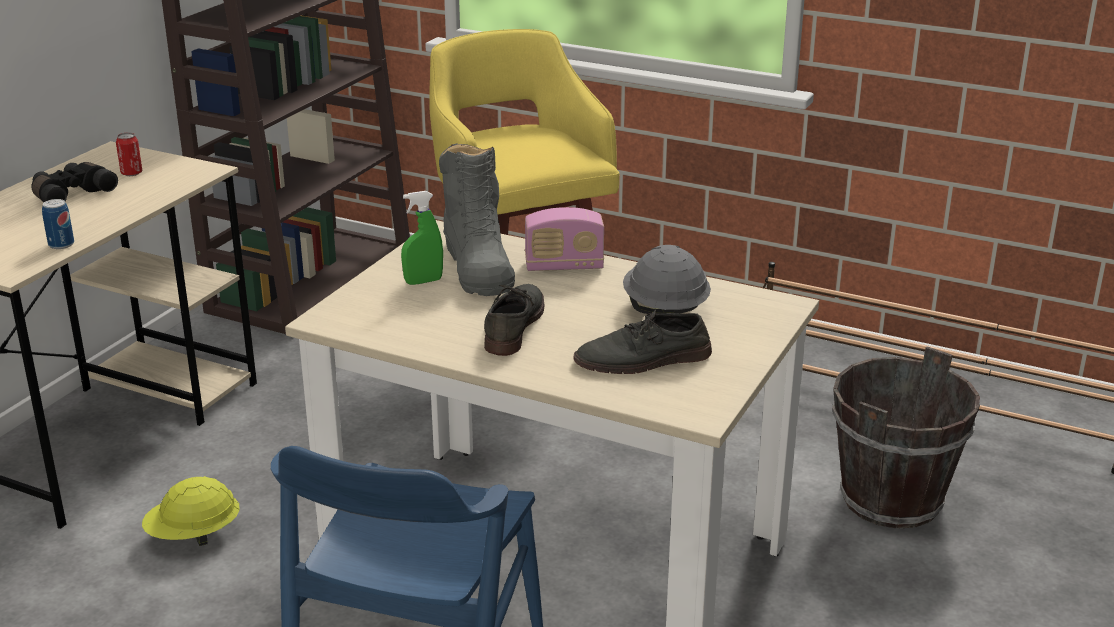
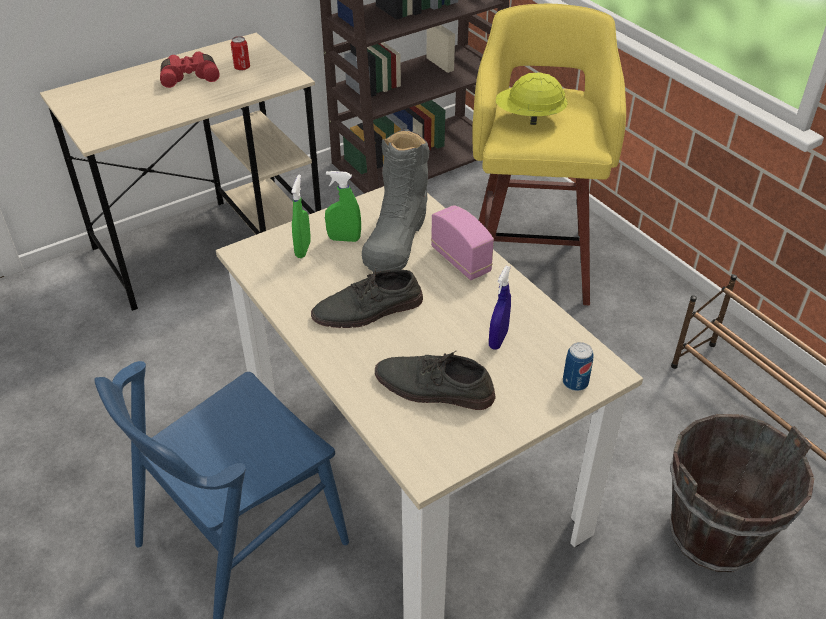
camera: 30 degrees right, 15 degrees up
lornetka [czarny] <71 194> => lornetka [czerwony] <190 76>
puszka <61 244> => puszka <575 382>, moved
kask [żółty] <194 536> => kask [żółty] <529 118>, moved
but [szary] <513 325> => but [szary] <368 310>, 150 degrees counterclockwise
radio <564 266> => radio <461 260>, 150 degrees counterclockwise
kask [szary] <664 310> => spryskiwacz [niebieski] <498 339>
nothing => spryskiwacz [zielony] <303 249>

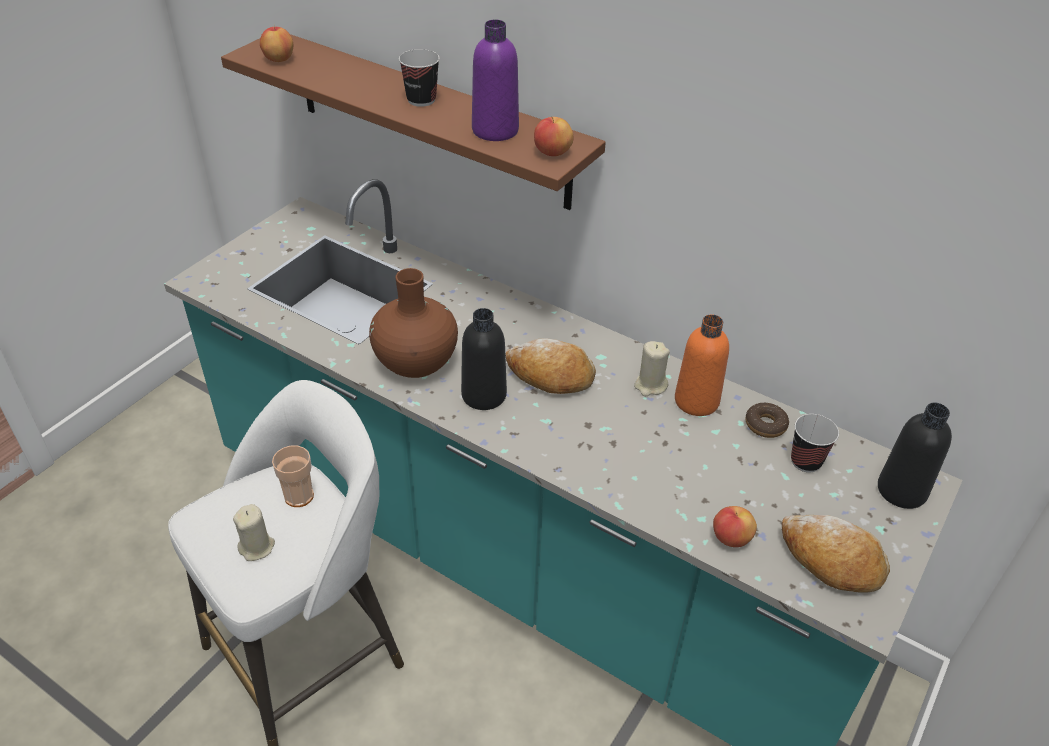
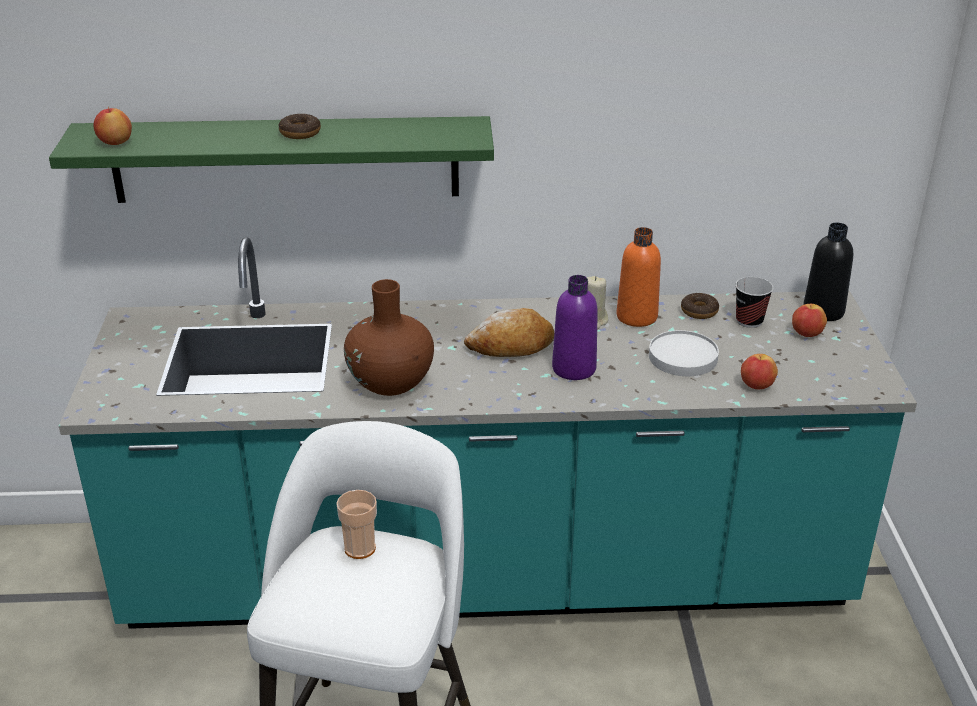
camera: 35 degrees left, 10 degrees down
półka [brązowy] <429 119> => półka [zielony] <285 159>
świeca [beżowy] <257 547> => nothing
filiżanka <421 100> => donut <300 133>
butelka [czarny] <484 395> => nothing
butelka [fioletowy] <495 130> => butelka [fioletowy] <574 368>, moved
jabłko <552 153> => jabłko <806 334>, moved
chleb <831 560> => nothing
nothing => talerz [biały] <682 357>

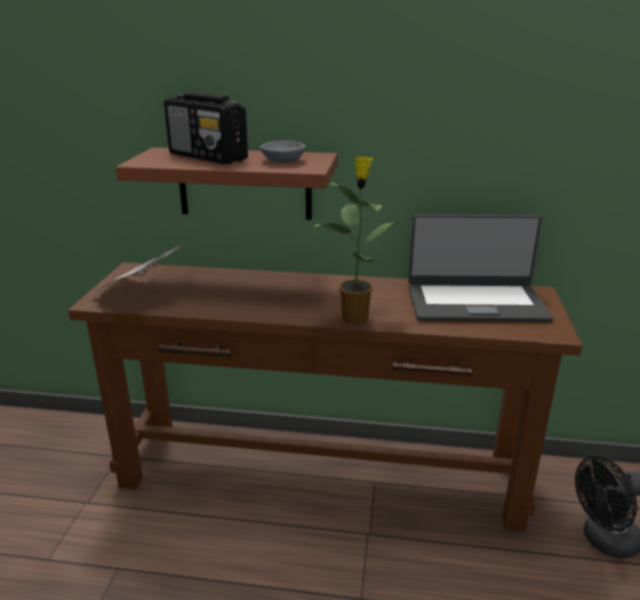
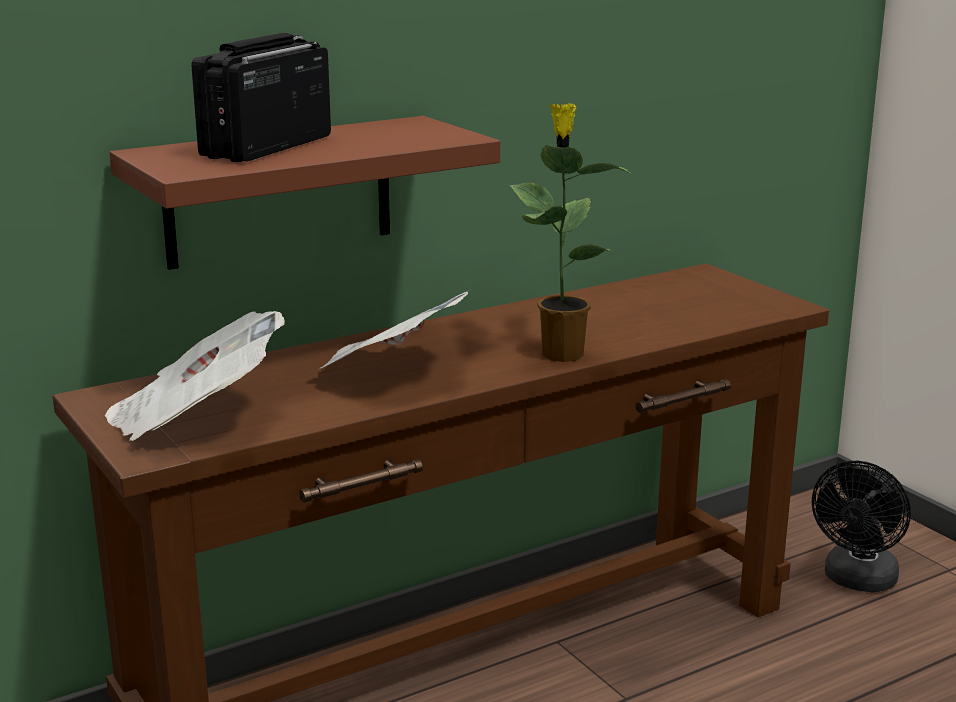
camera: 40 degrees left, 5 degrees down
radio <208 157> => radio <266 147>, 120 degrees clockwise
miska [szary] <281 160> => nothing
laptop <475 302> => nothing
nothing => gazeta <390 373>

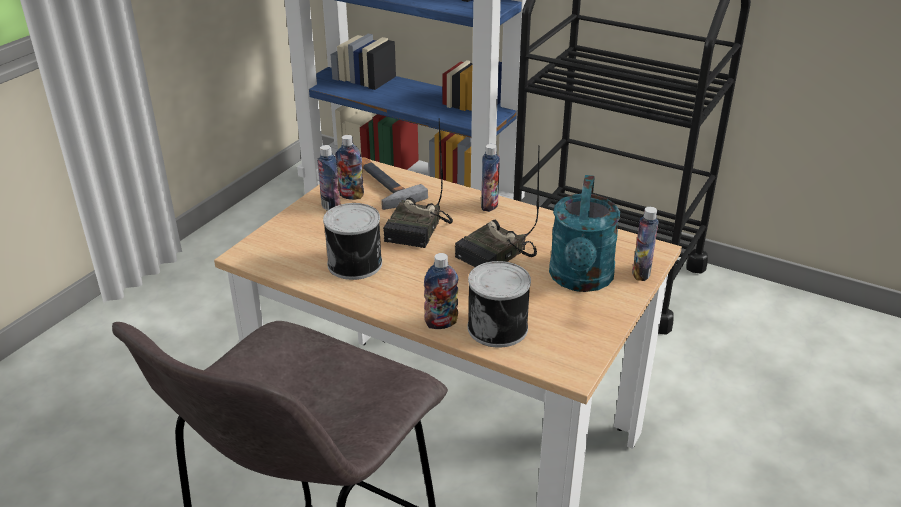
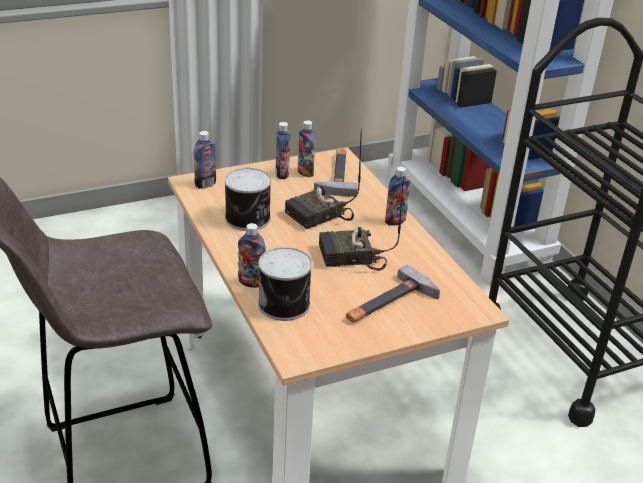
camera: 35 degrees right, 0 degrees up
konewka [turkusowy] <580 280> => młotek <389 303>
butelka <641 273> => butelka <205 184>, moved

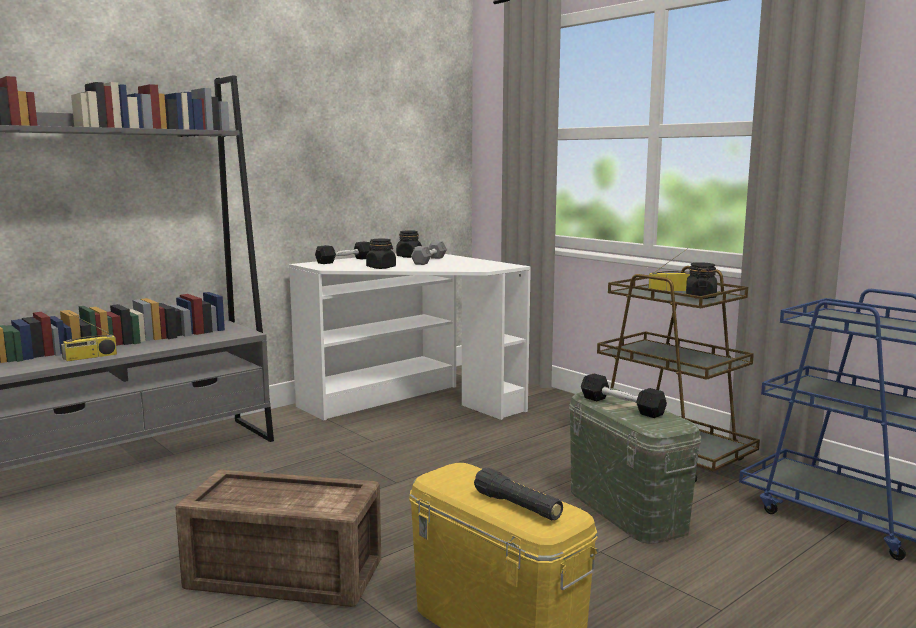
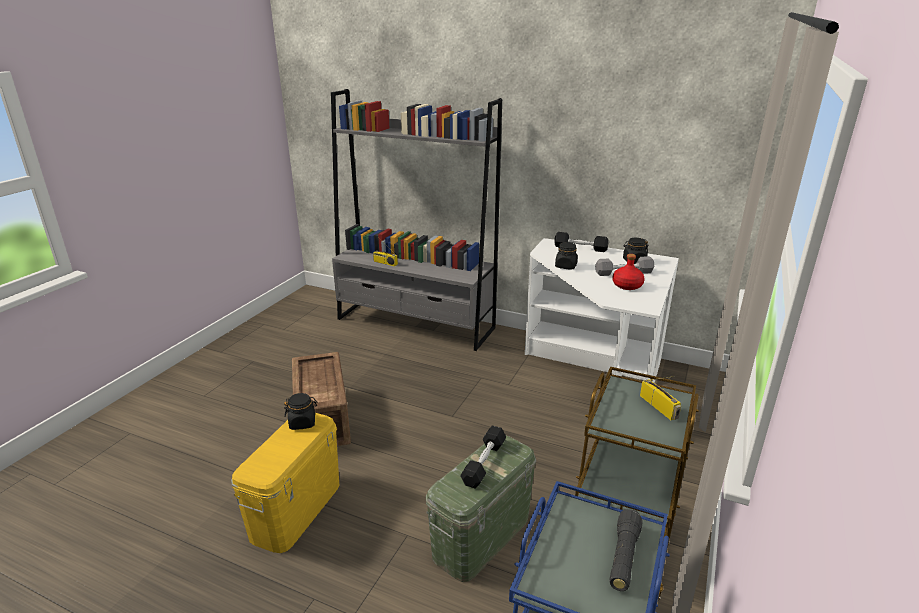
camera: 65 degrees right, 15 degrees up
latarka [czarny] <517 507> => latarka [czarny] <623 557>, moved
słoik [czarny] <700 297> => słoik [czarny] <302 422>, moved
nothing => butelka [czerwony] <627 286>

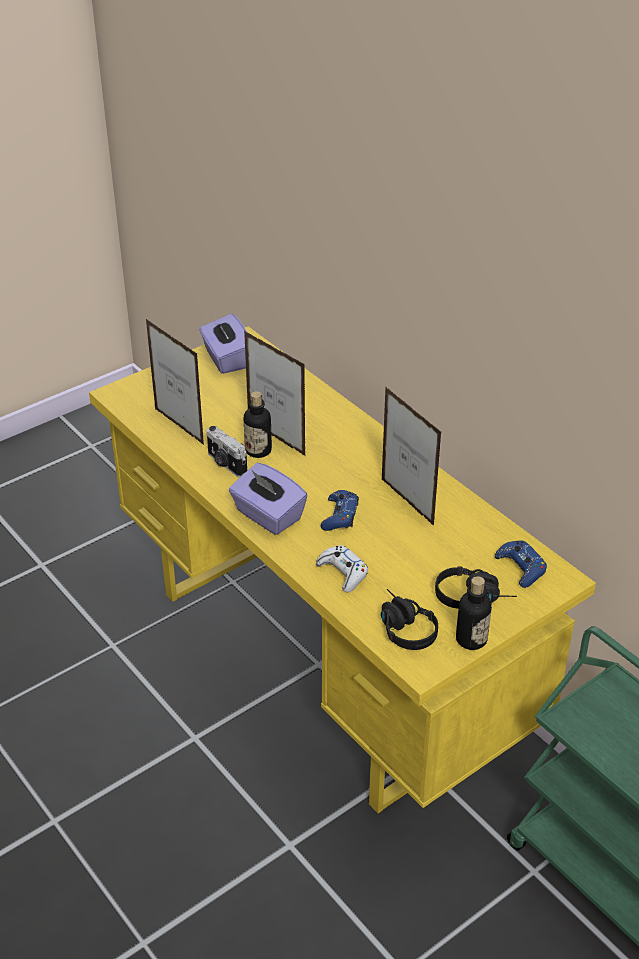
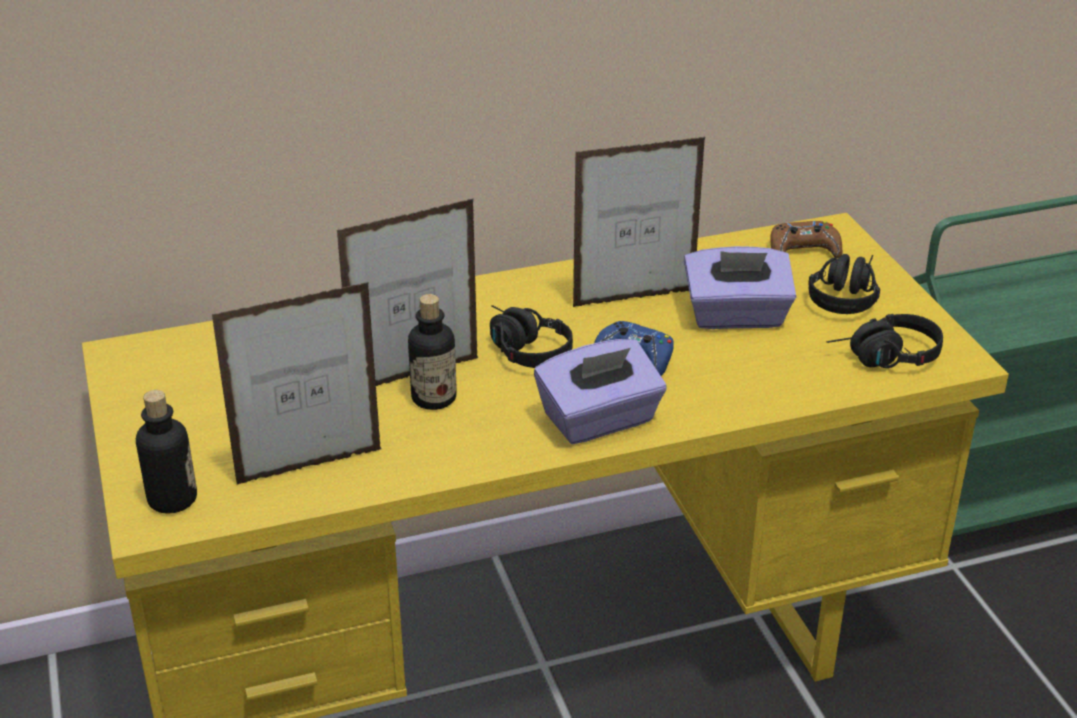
camera: 70 degrees left, 5 degrees down
pudełko chusteczek [fioletowy] <226 359> => pudełko chusteczek [fioletowy] <736 316>, moved
aparat fotograficzny <226 464> => nothing
pad do gier [biały] <343 573> => nothing
butelka <471 639> => butelka <172 499>, moved
pad do gier [niebieski] <521 568> => pad do gier [brązowy] <803 250>
nothing => słuchawki [czarny] <521 349>

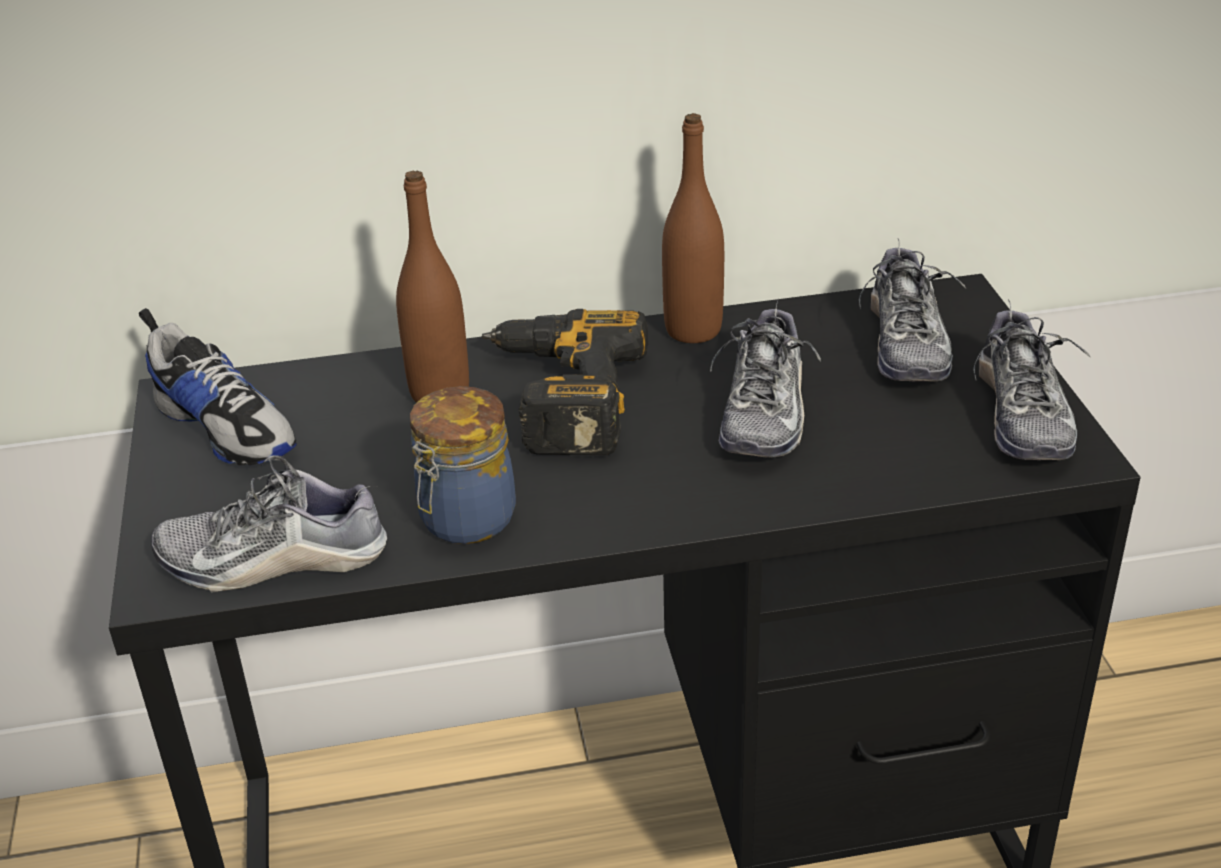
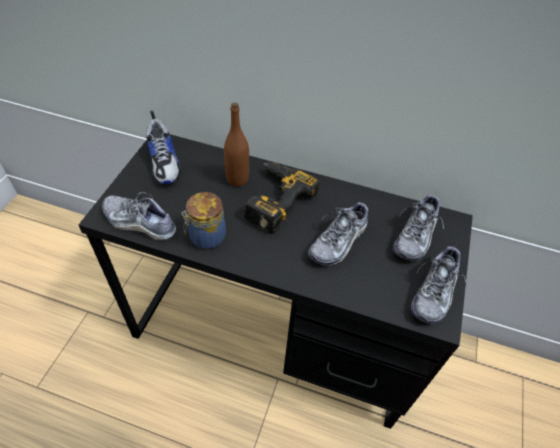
camera: 25 degrees right, 15 degrees up
butelka [brązowy] <693 330> => nothing

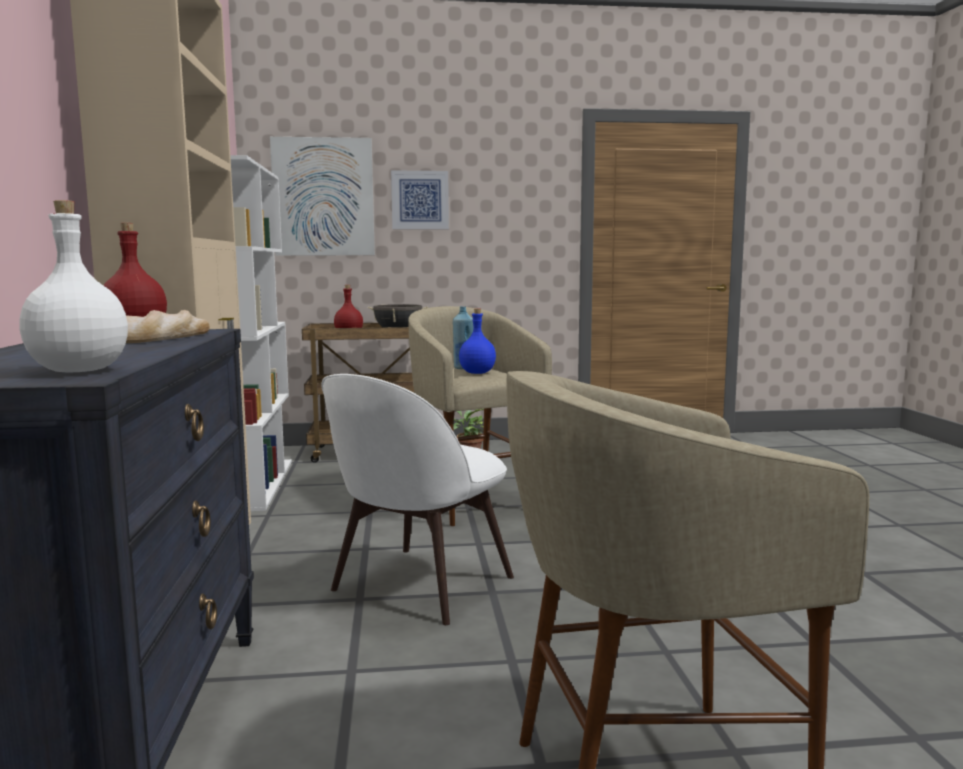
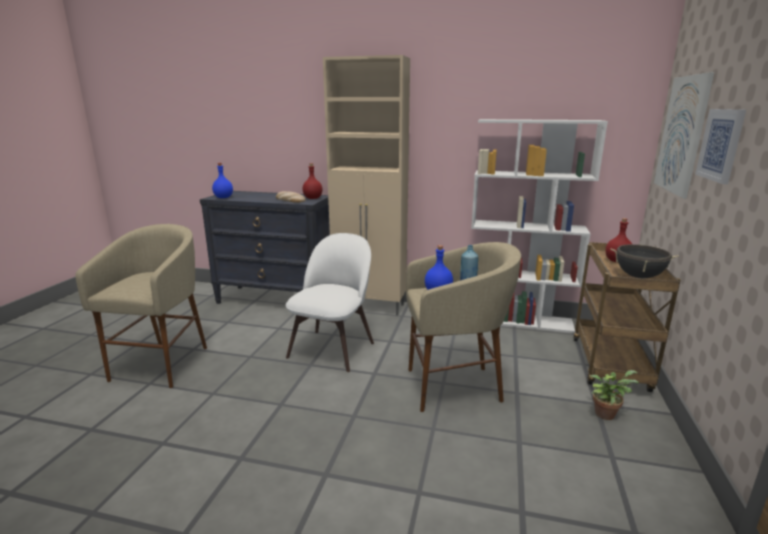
camera: 110 degrees right, 10 degrees up
butelka [biały] <78 371> => butelka [niebieski] <223 197>
krzesło [biały] <418 586> => krzesło [biały] <333 348>, 60 degrees clockwise

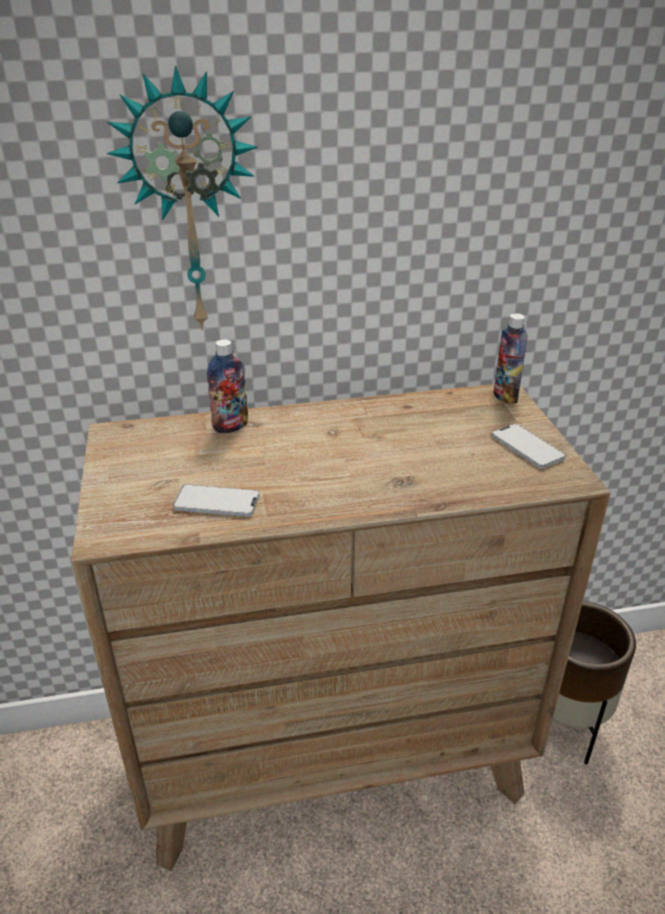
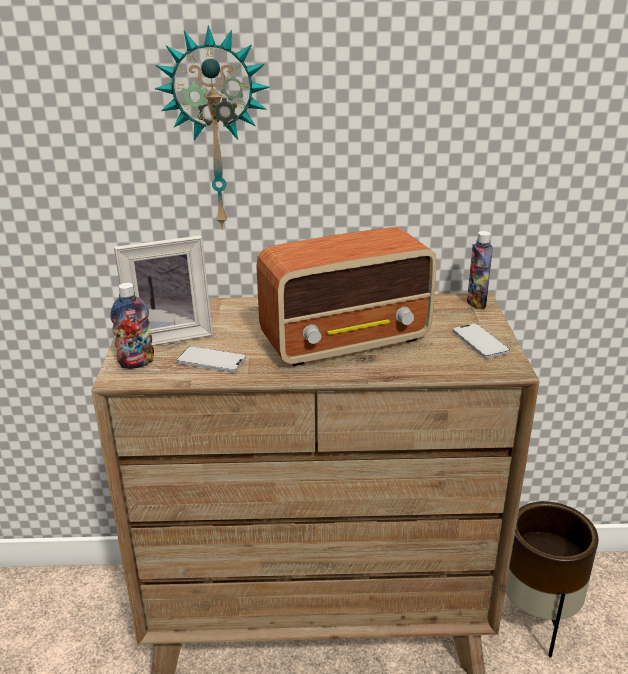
camera: 10 degrees right, 5 degrees down
butelka <230 426> => butelka <136 363>, moved
nothing => ramka na zdjęcie <169 334>
nothing => radio <347 341>

